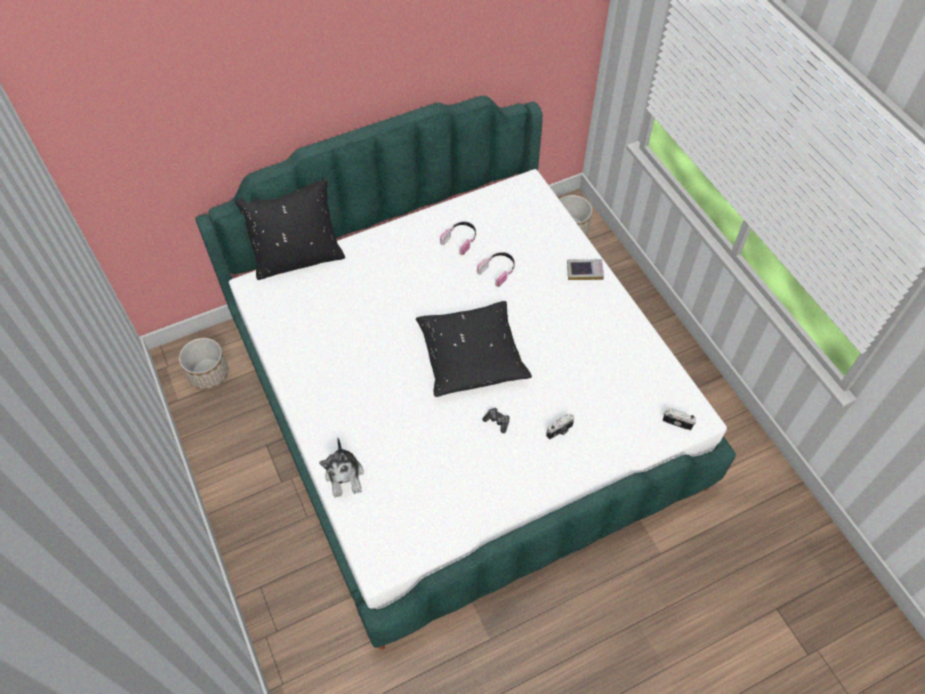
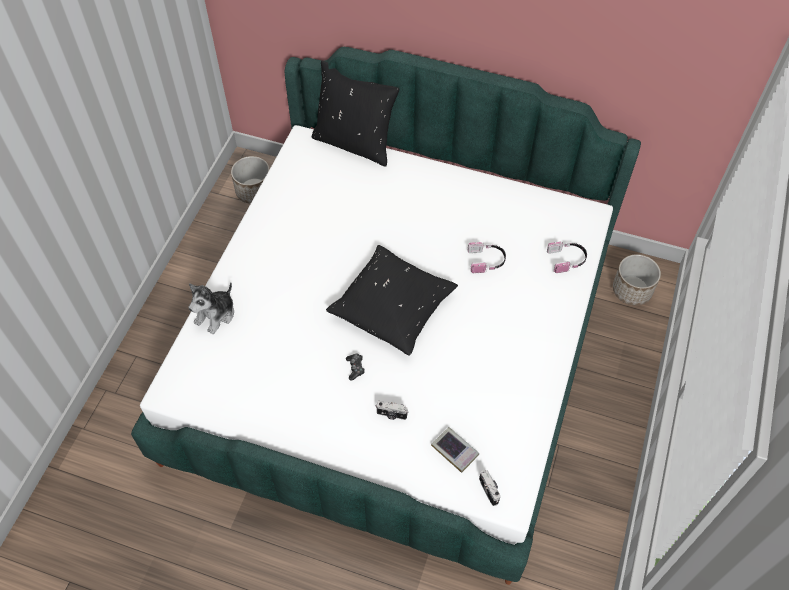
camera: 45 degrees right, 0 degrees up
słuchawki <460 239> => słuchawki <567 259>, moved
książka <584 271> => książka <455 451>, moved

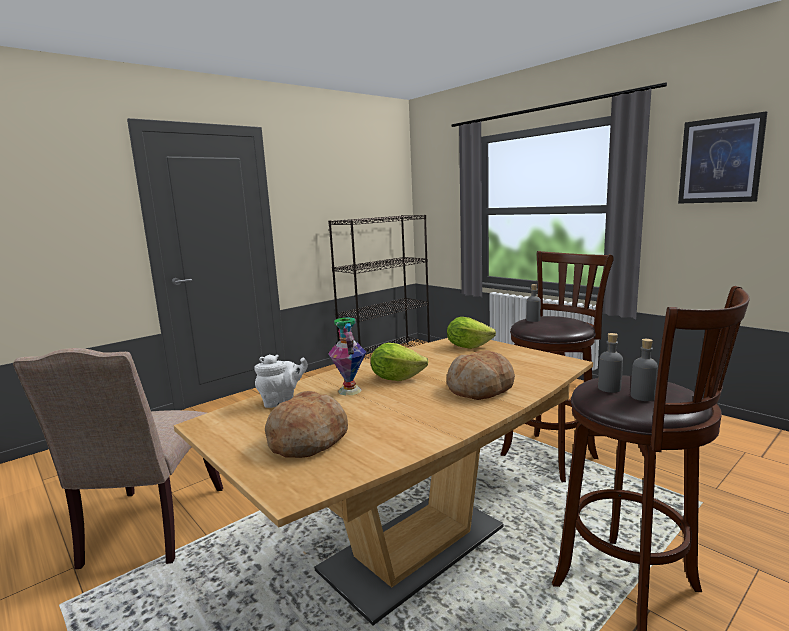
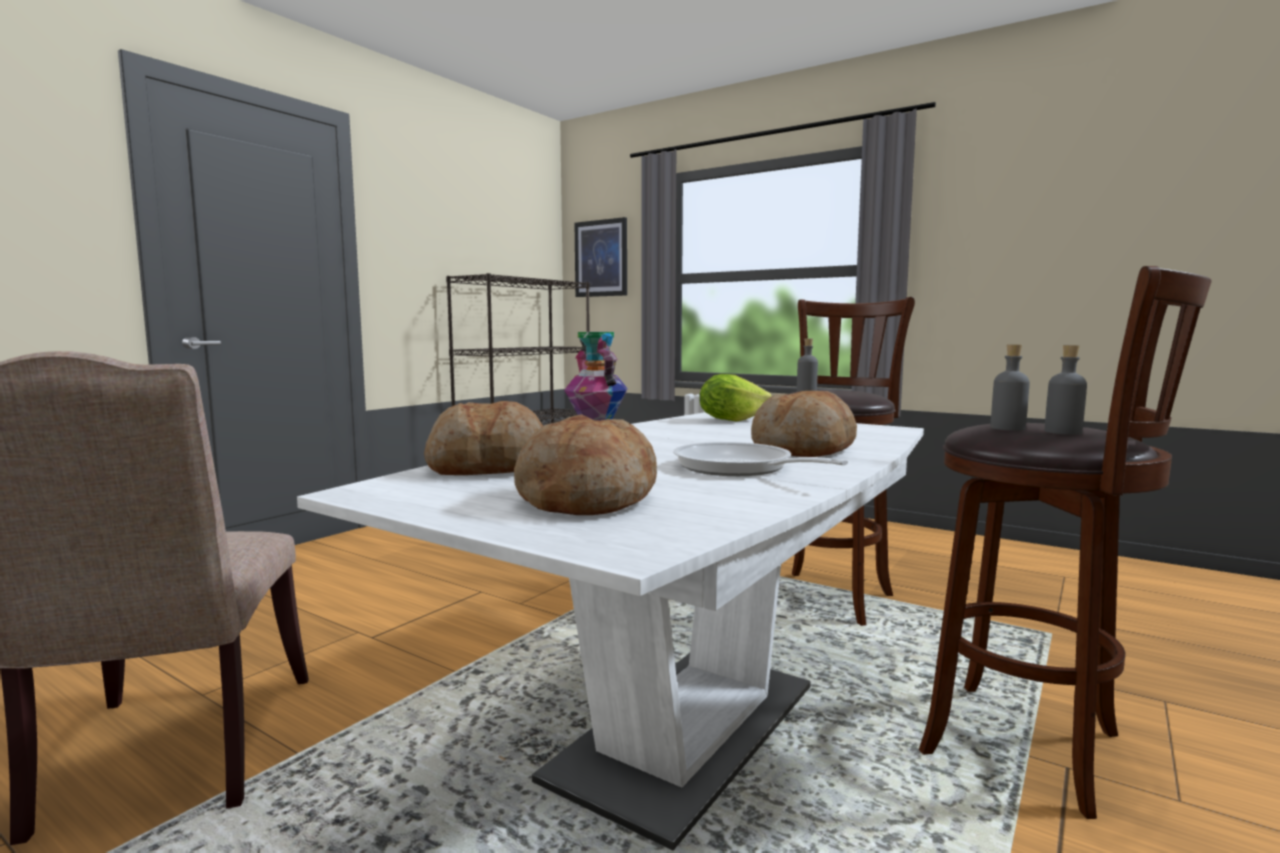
camera: 15 degrees left, 5 degrees down
stół jadalny [brązowy] <413 548> => stół jadalny [biały] <687 730>
imbryk [biały] <282 401> => chleb <488 468>
sałata <396 378> => nothing
obraz <720 160> => obraz <601 258>, moved
nothing => patelnia <739 468>

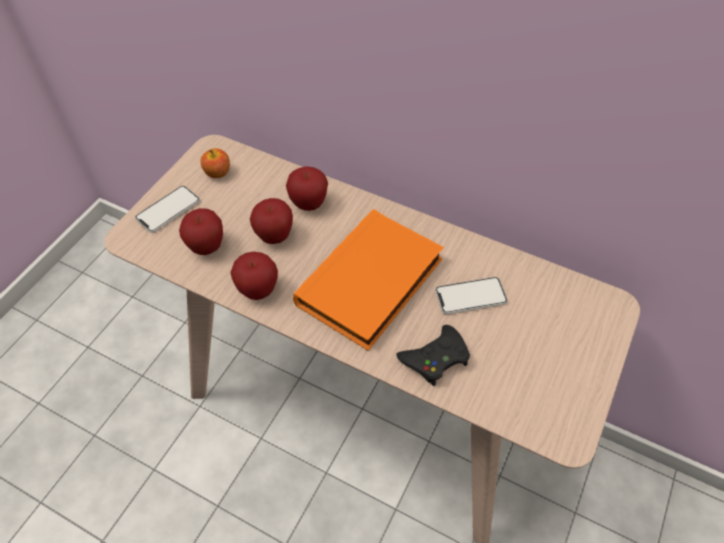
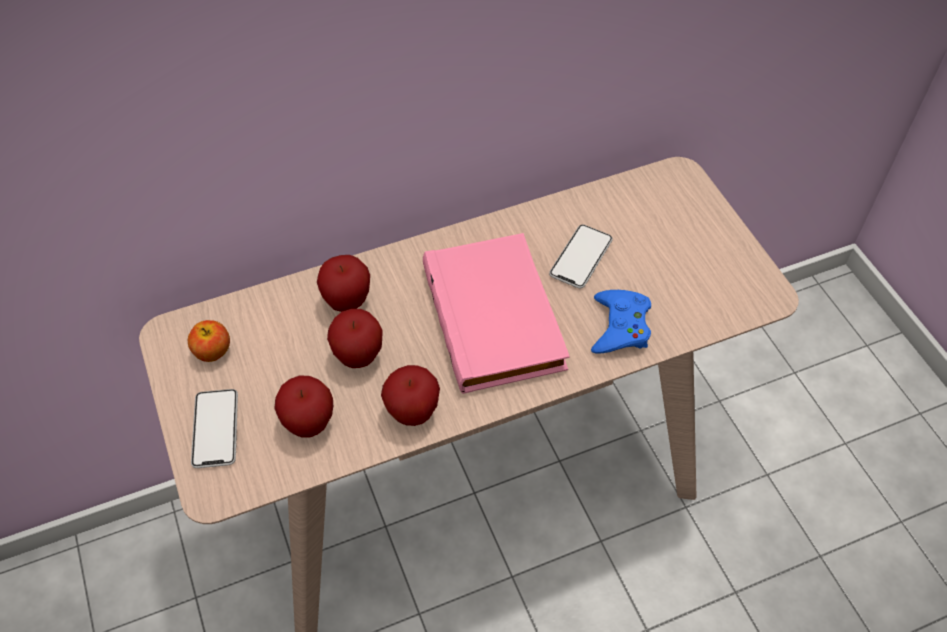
camera: 50 degrees left, 0 degrees up
książka [pomarańczowy] <372 284> => książka [różowy] <497 317>
pad do gier [czarny] <435 358> => pad do gier [niebieski] <620 327>

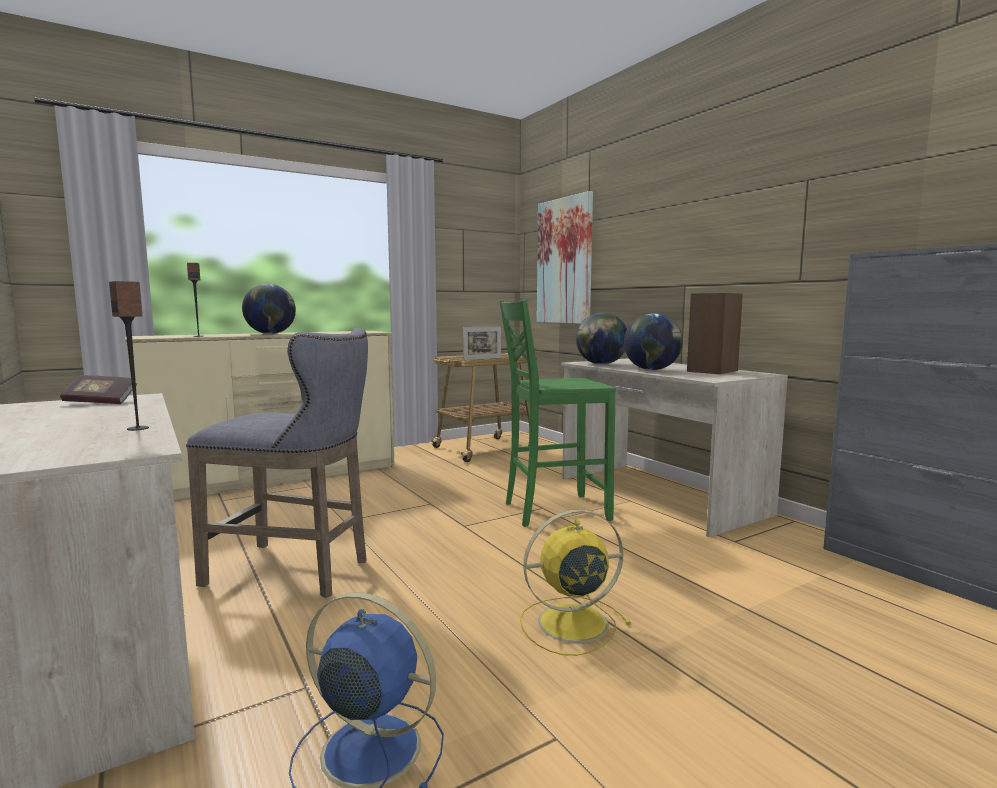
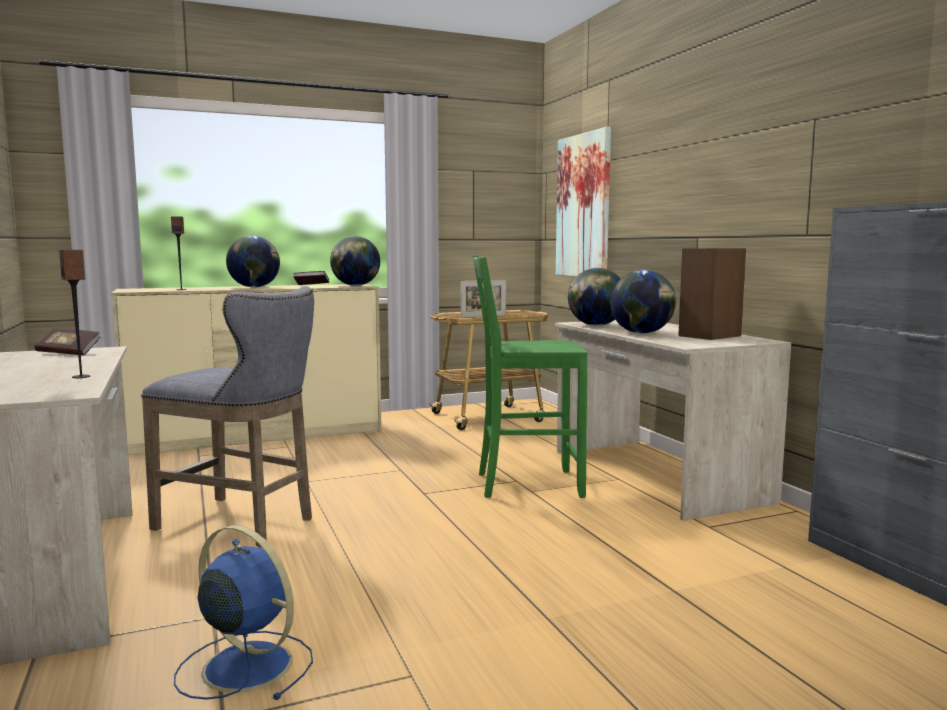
camera: 10 degrees right, 0 degrees up
wentylator [żółty] <569 623> => nothing
nothing => książka <311 285>
nothing => globus <355 285>

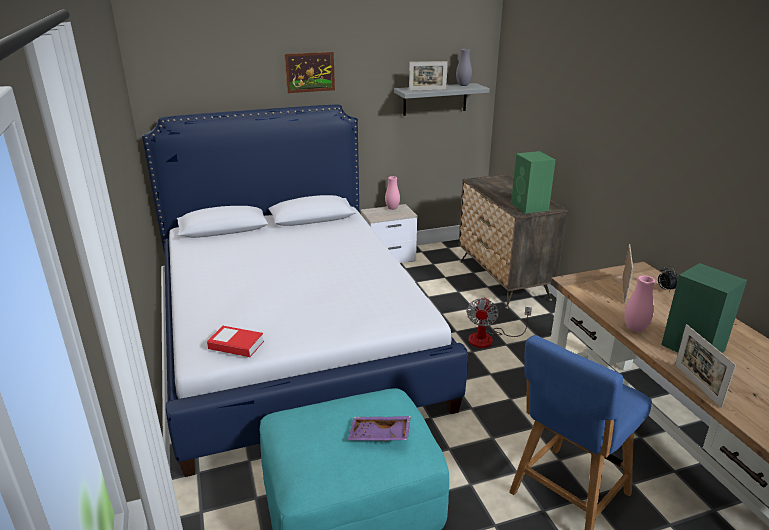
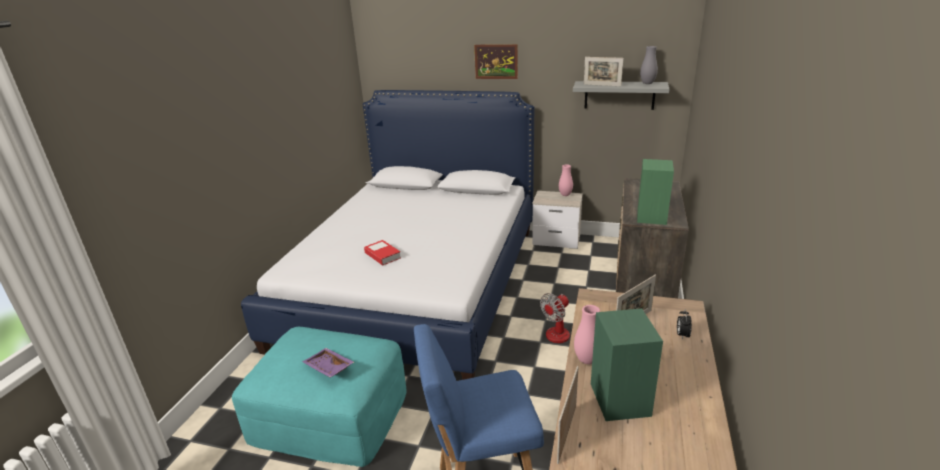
camera: 35 degrees right, 0 degrees up
książka <236 345> => książka <382 255>, moved

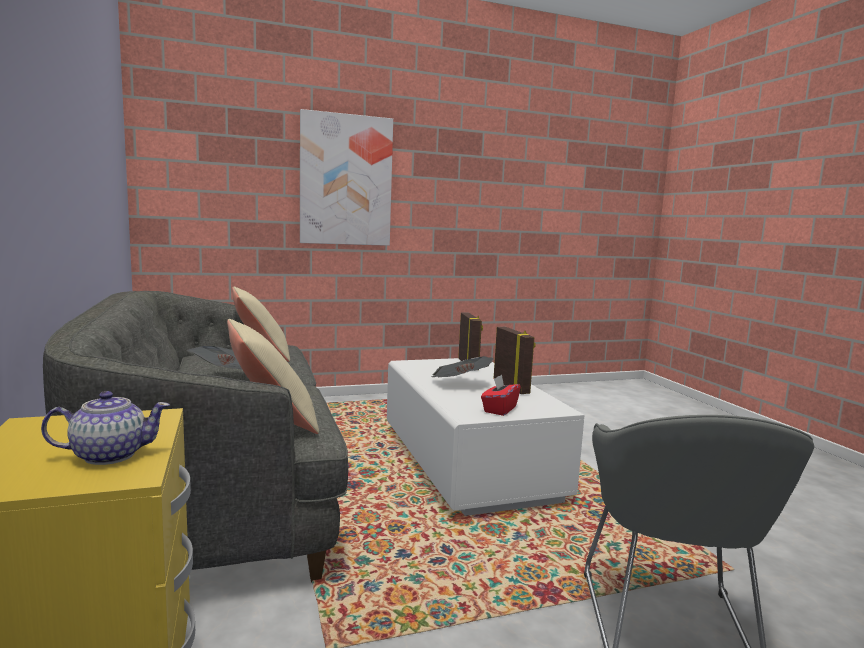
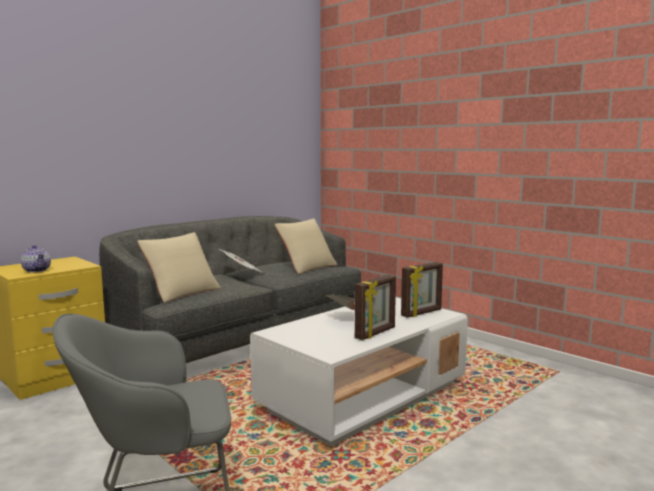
camera: 65 degrees right, 0 degrees up
obraz <346 180> => nothing
pudełko chusteczek [czerwony] <499 409> => nothing

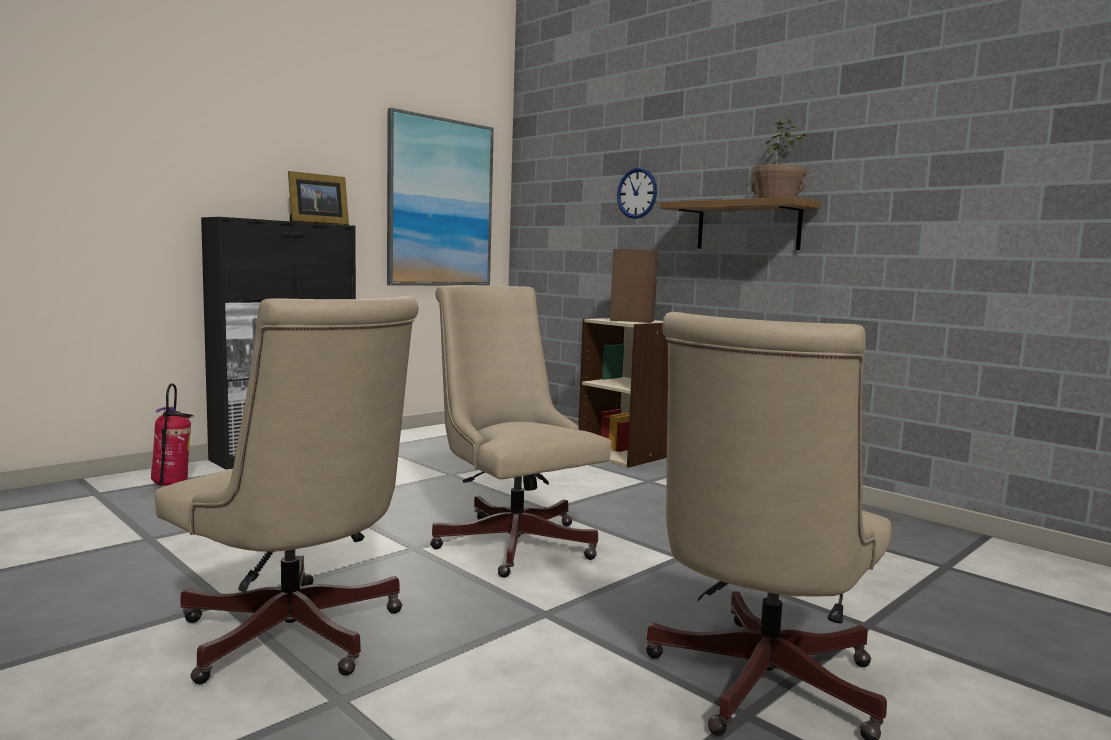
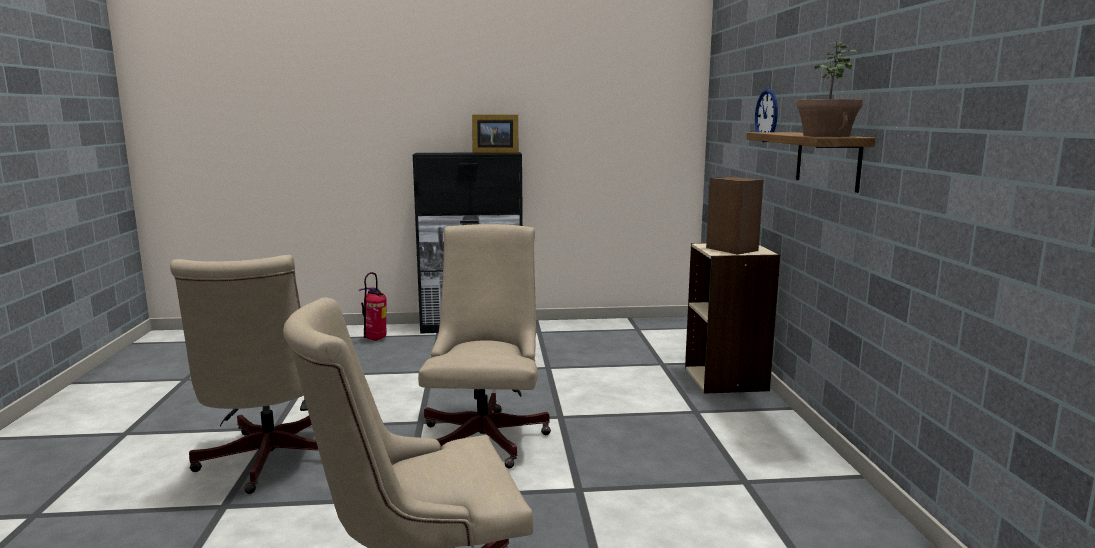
camera: 40 degrees right, 5 degrees up
obraz <440 203> => nothing

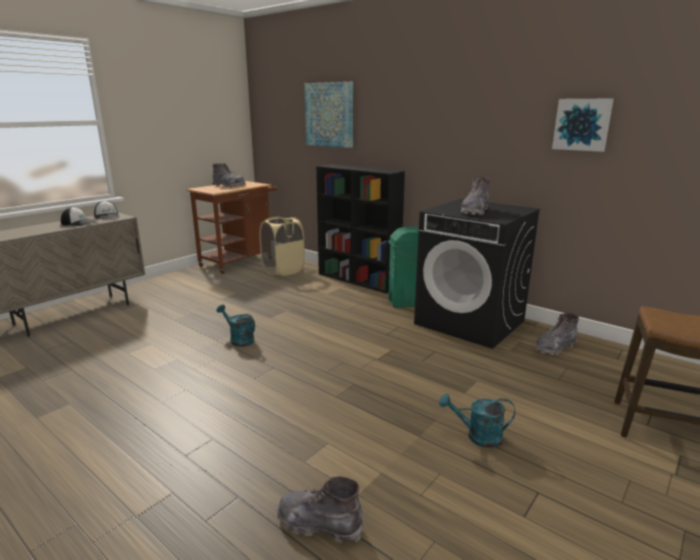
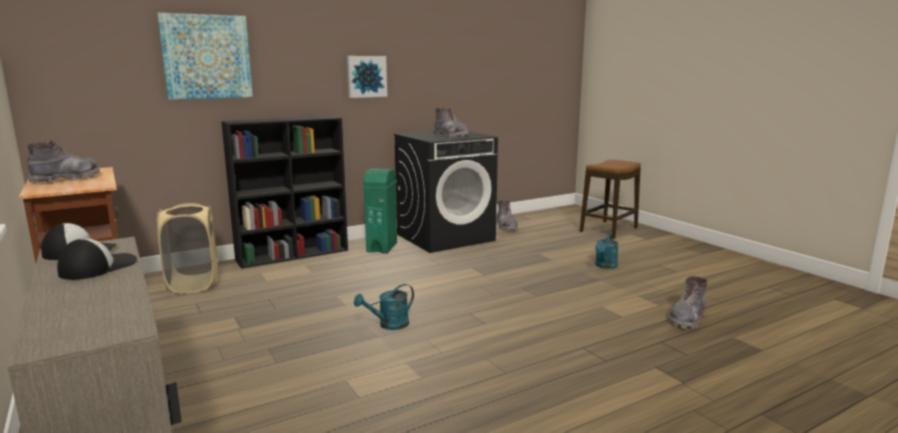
camera: 70 degrees left, 5 degrees down
obraz <582 124> => obraz <366 76>, moved

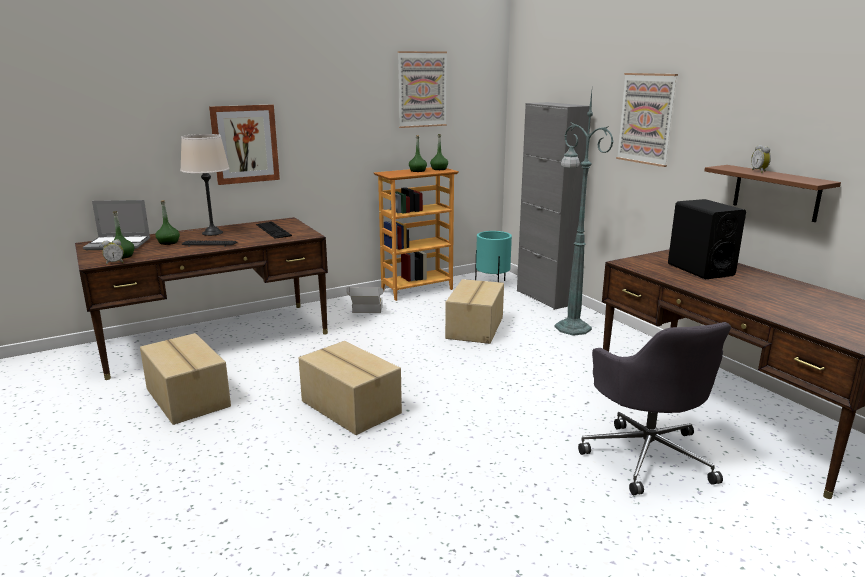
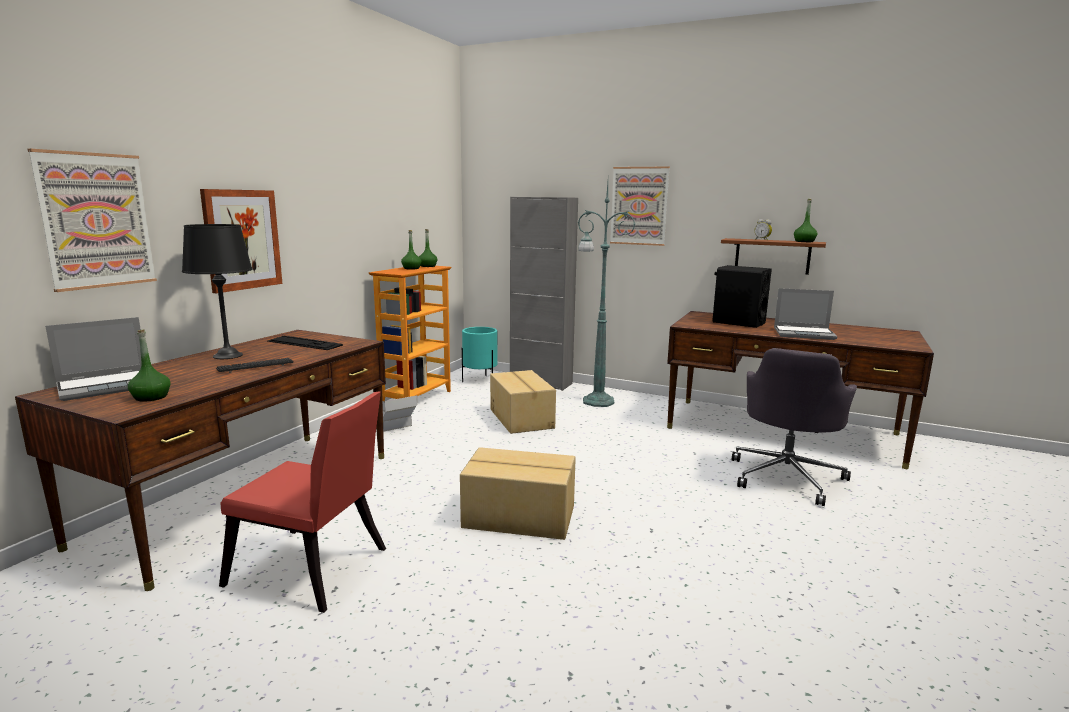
camera: 35 degrees left, 5 degrees down
budzik <115 263> => nothing
karton <186 398> => krzesło [czerwony] <314 571>
butelka [zielony] <168 242> => butelka [zielony] <804 241>, moved
lampa stołowa [beżowy] <212 233> => lampa stołowa [czarny] <228 355>
obraz <422 89> => obraz <96 220>, moved
krzesło biurowe [szary] <647 455> => krzesło biurowe [szary] <786 477>, 75 degrees clockwise
nothing => laptop <804 334>

